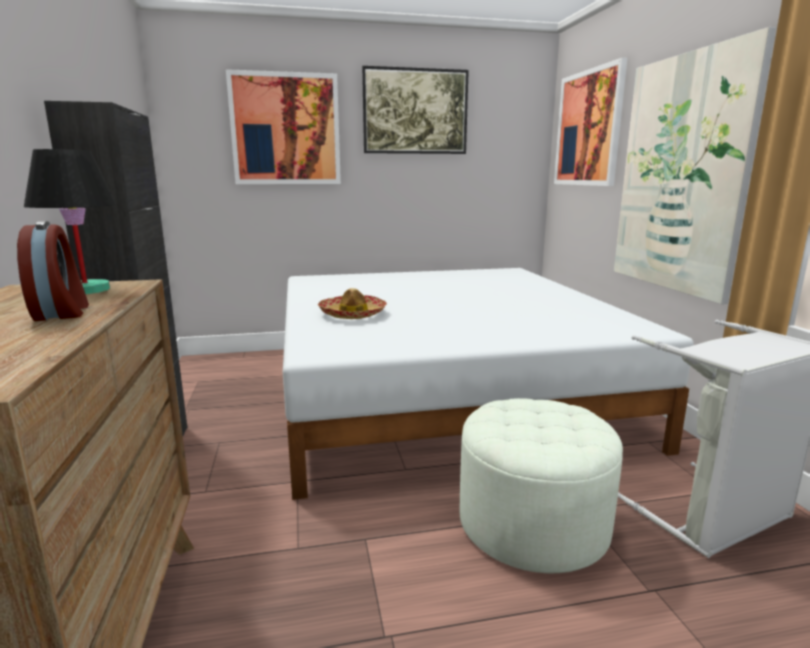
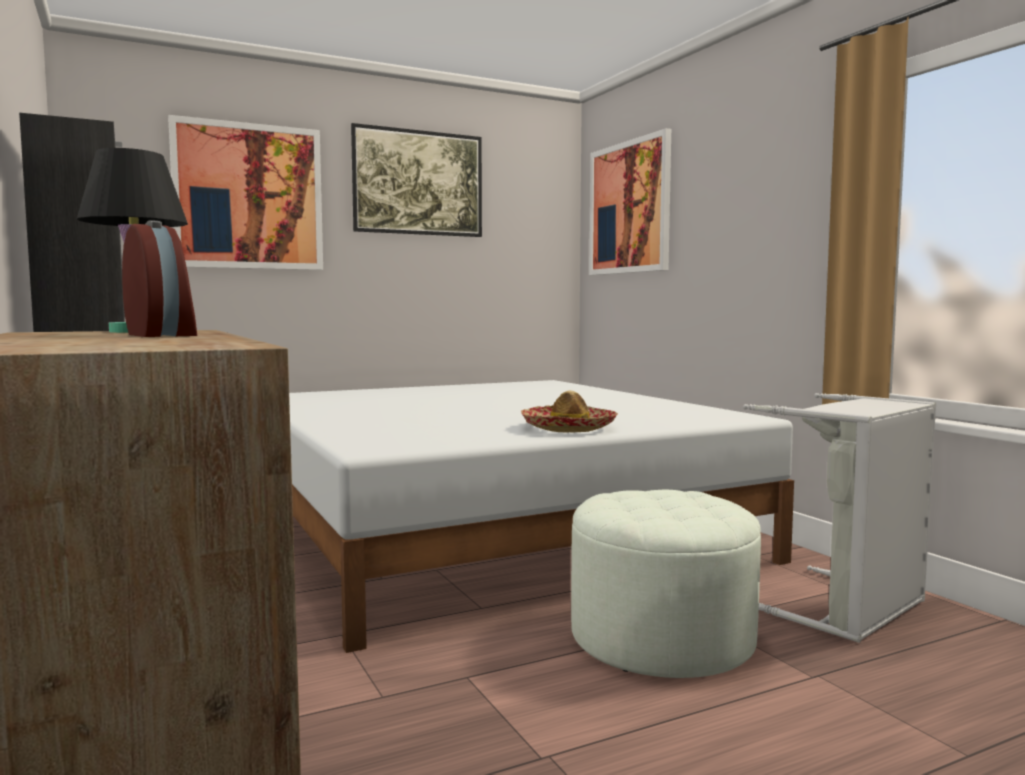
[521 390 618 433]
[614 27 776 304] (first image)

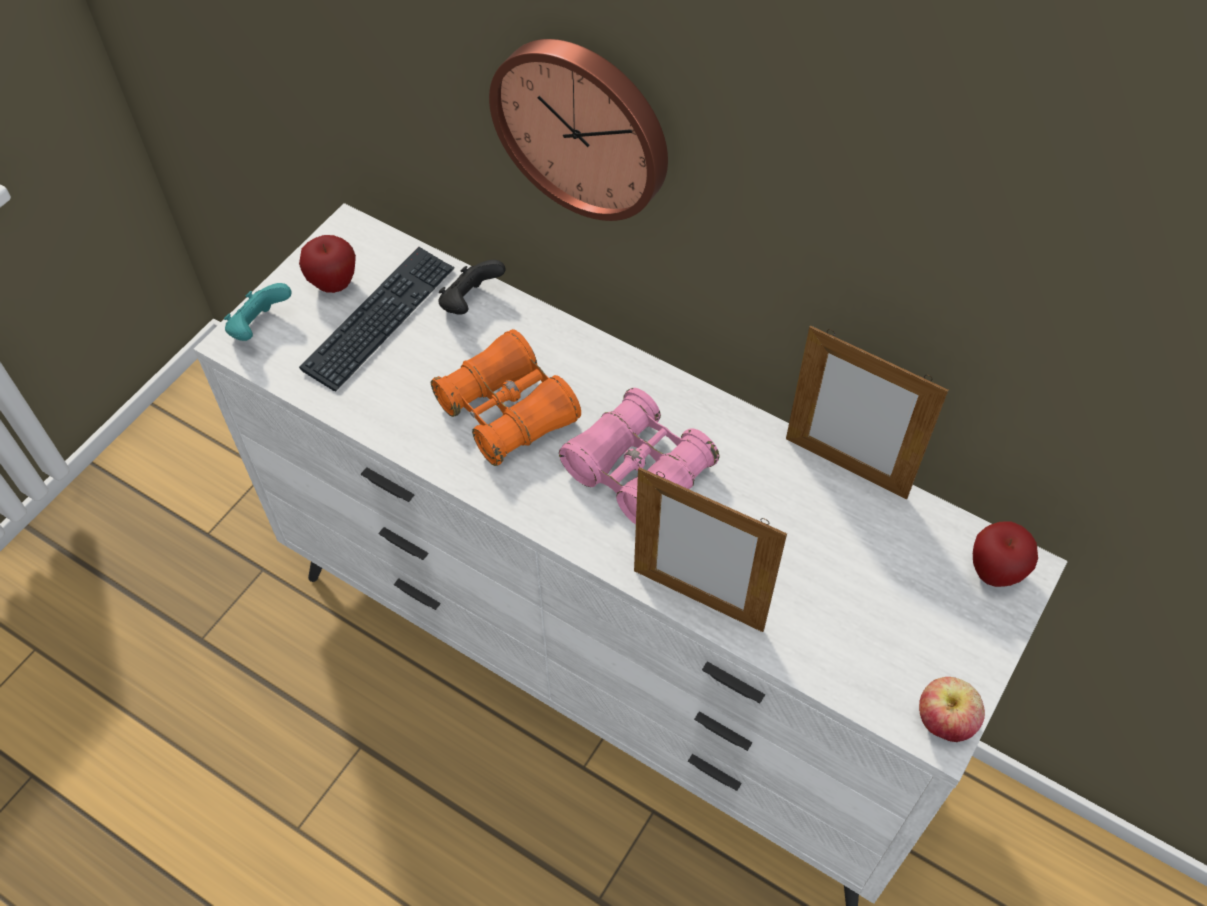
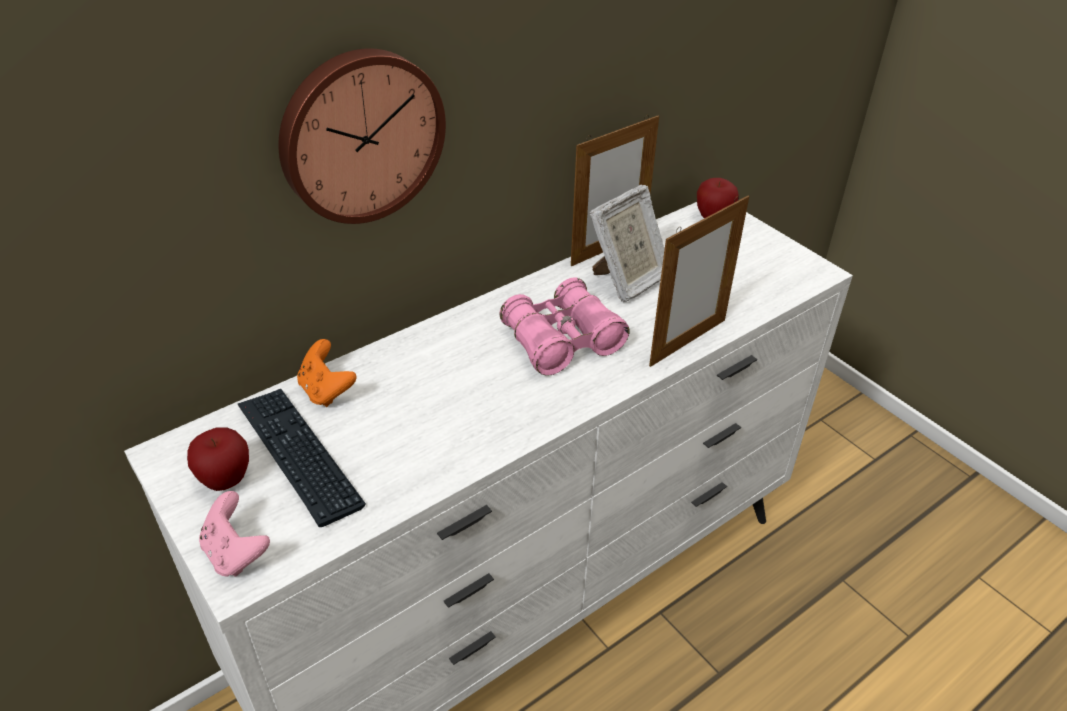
[199 491 270 577]
[431 329 581 466] (first image)
[297 339 357 407]
[919 677 985 742] (first image)
[589 184 665 302]

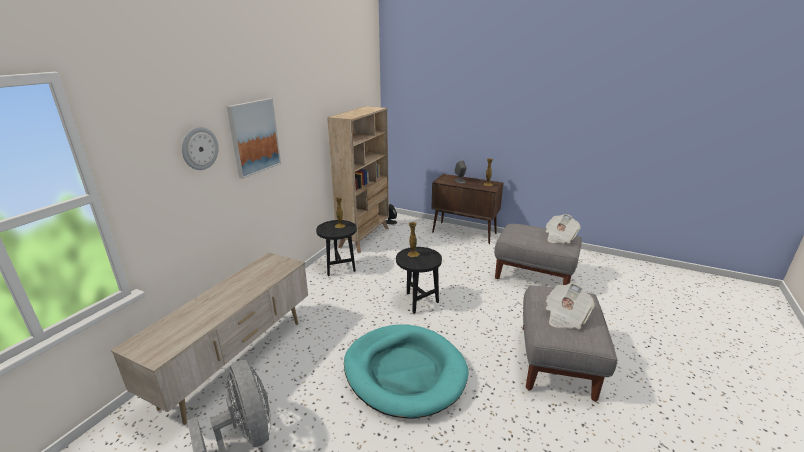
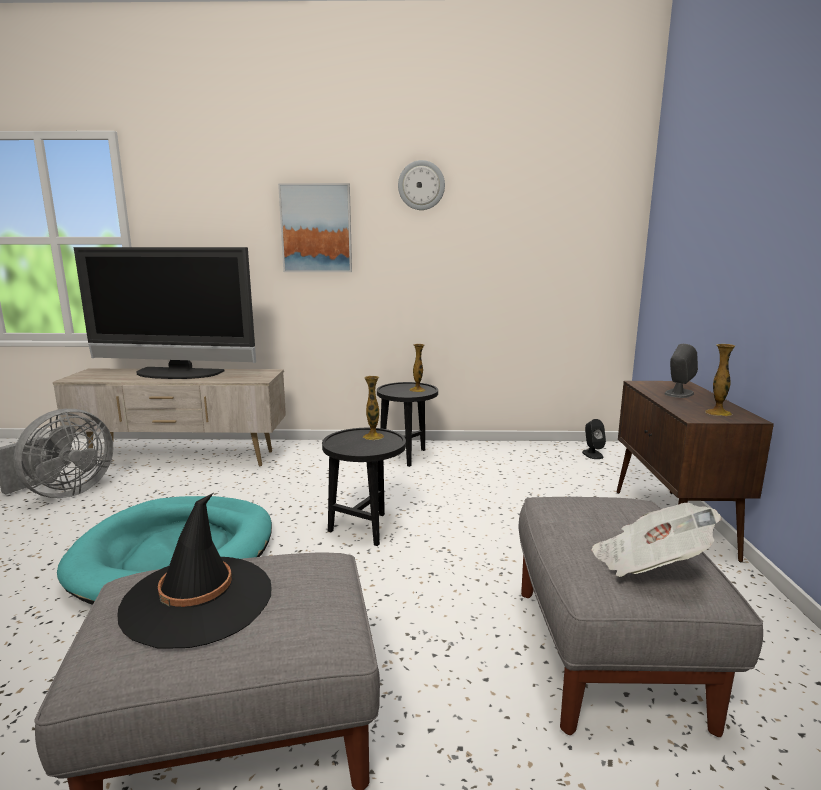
[398 160 445 210]
[327 106 389 253] (first image)
[117 493 271 648]
[74 247 256 379]

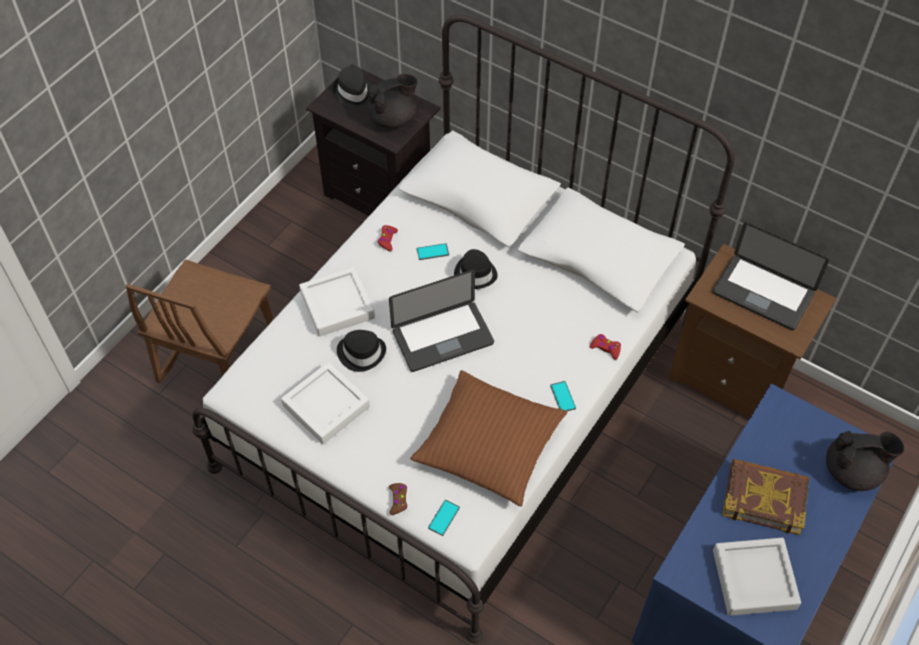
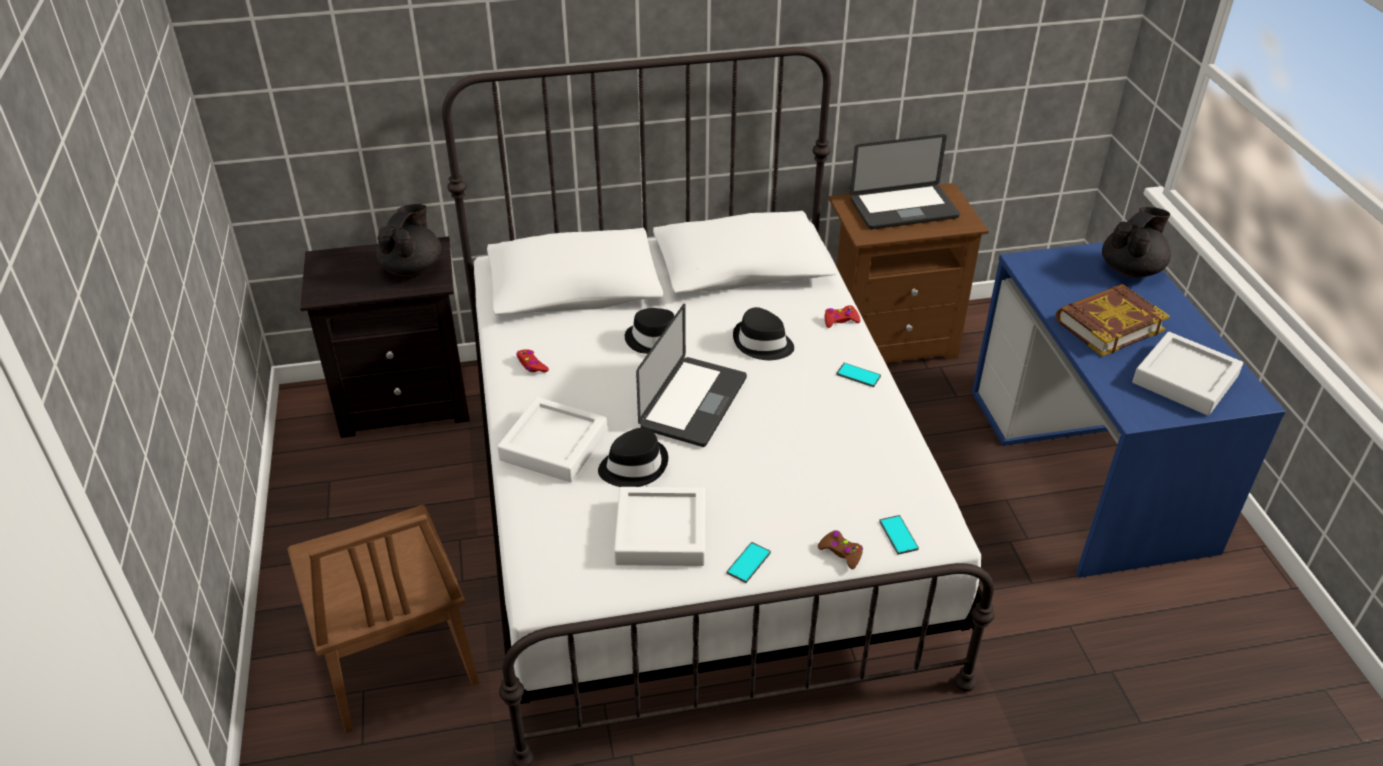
[733 307 794 360]
[410 370 567 507] (first image)
[727 542 771 583]

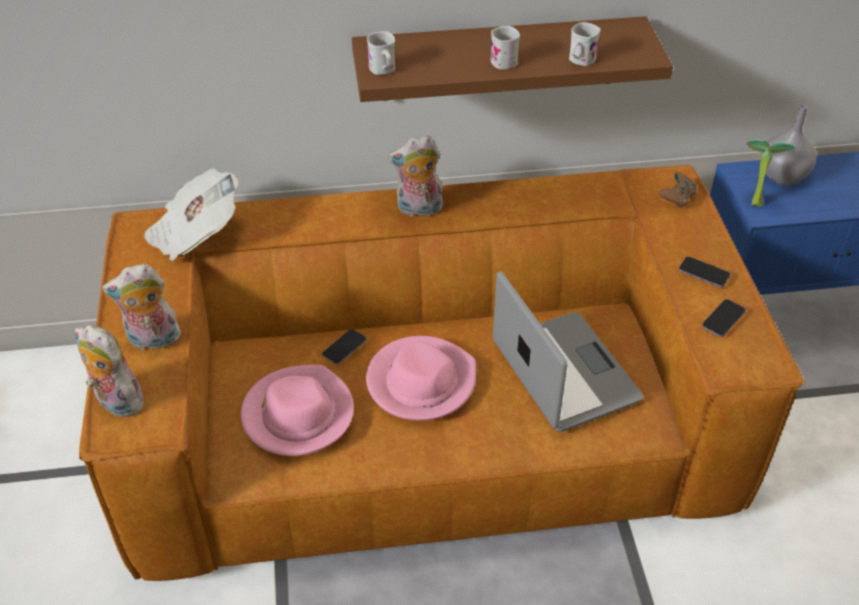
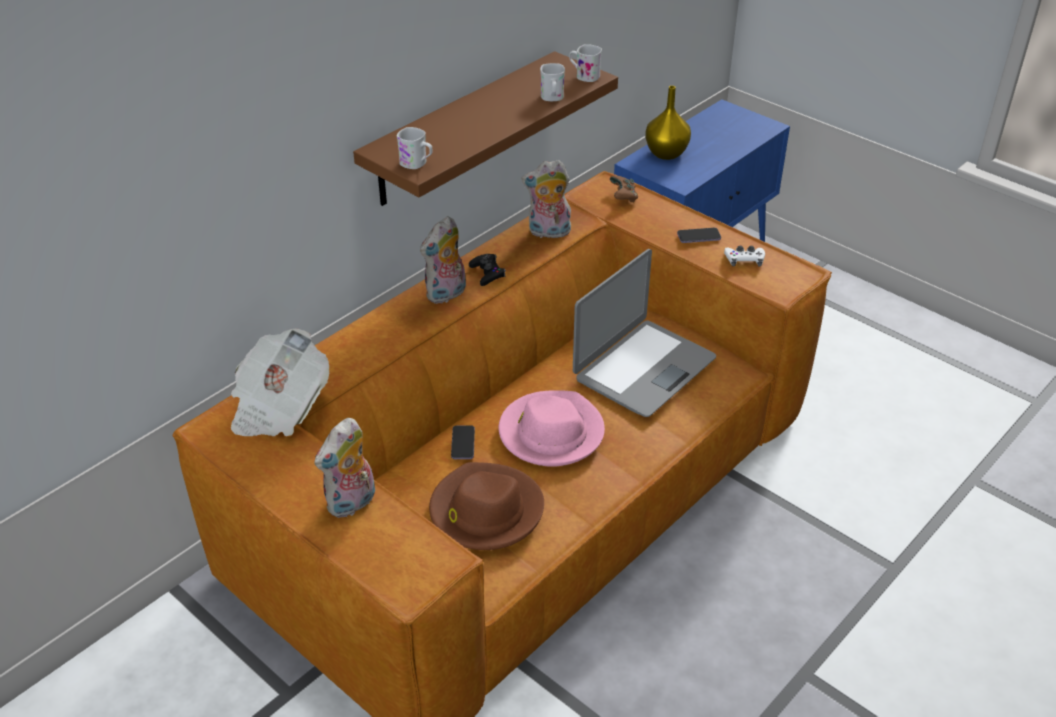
[522 160 573 238]
[429 462 544 550]
[569 44 602 82]
[573 249 716 417]
[724 246 765 266]
[747 139 795 207] (first image)
[645 86 691 160]
[469 254 506 286]

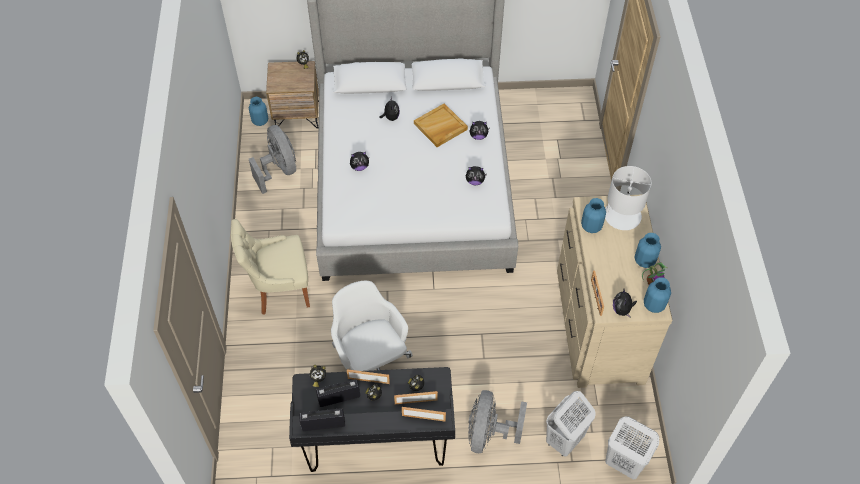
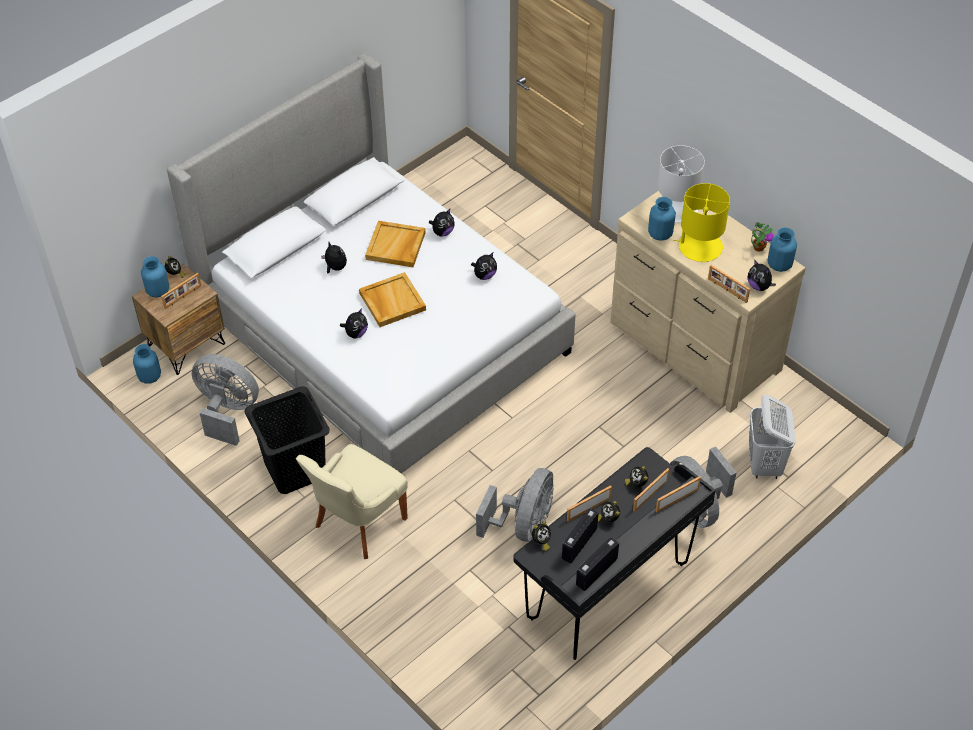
[476 468 554 542]
[605 416 659 480] (first image)
[141 256 170 298]
[161 273 201 309]
[244 386 330 494]
[359 272 426 327]
[673 183 730 262]

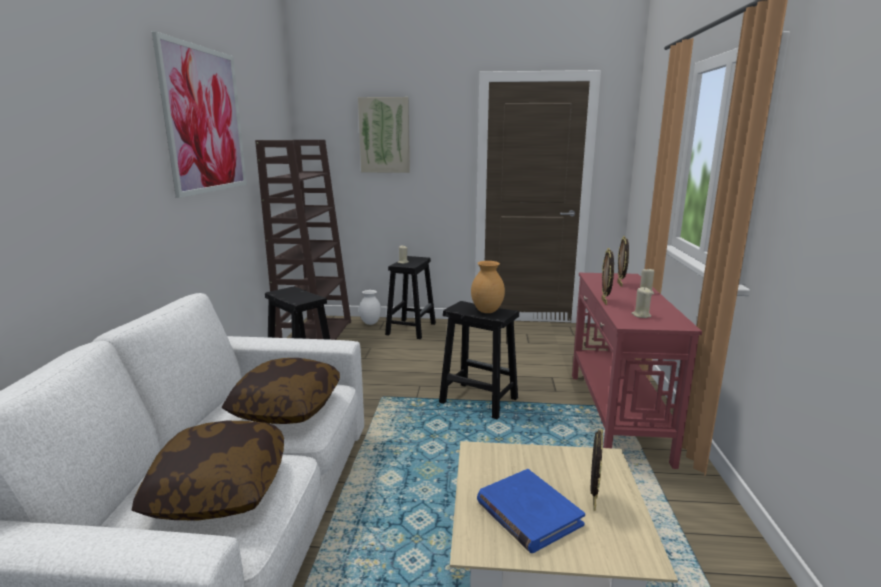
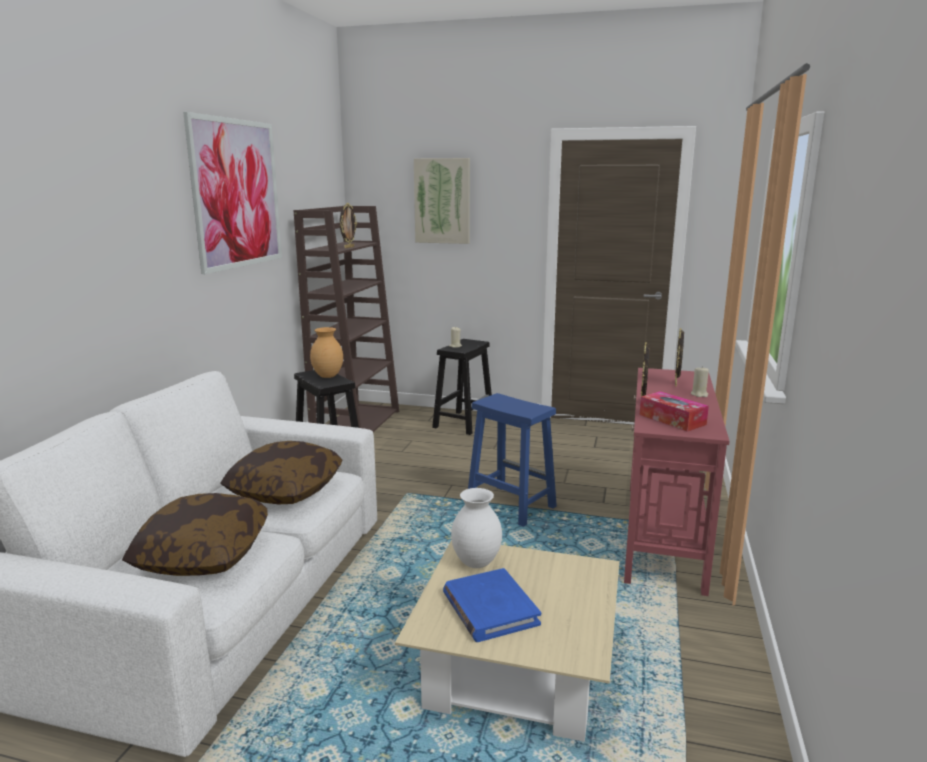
[451 488 502 568]
[468 393 557 527]
[310 327 343 378]
[340 203 357 248]
[640 391 709 432]

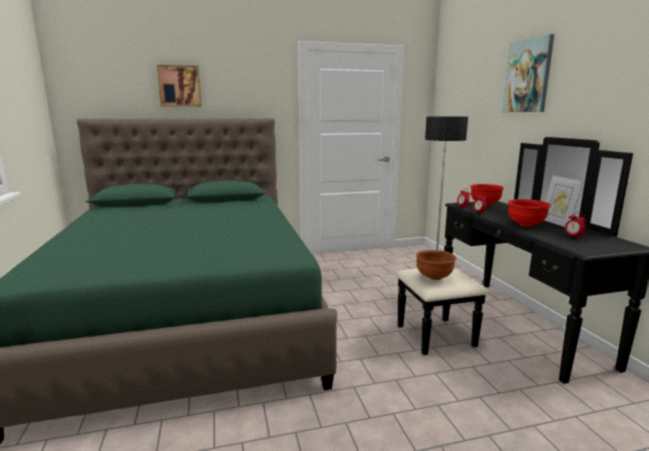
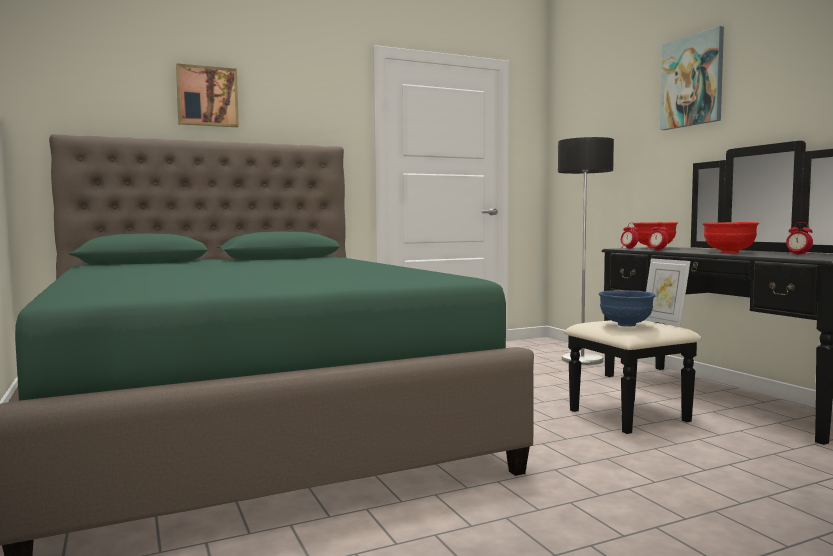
[599 290 656 327]
[645 258 691 327]

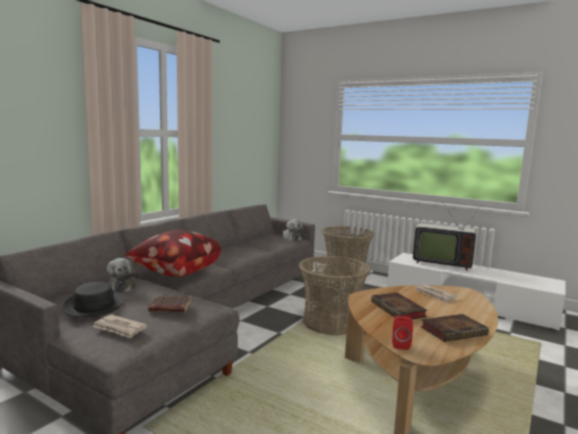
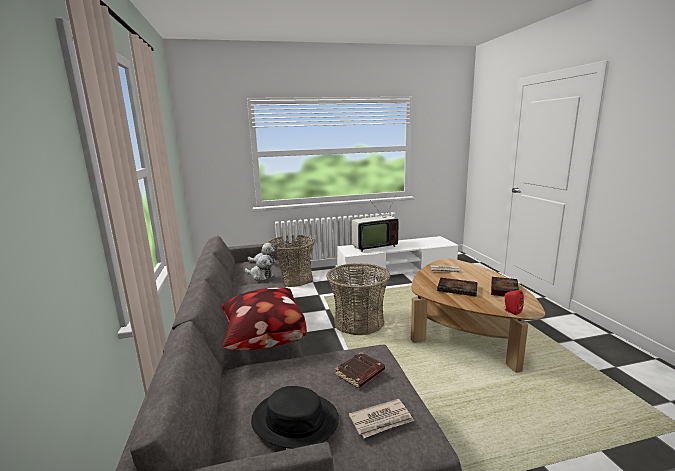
[245 255 274 280]

